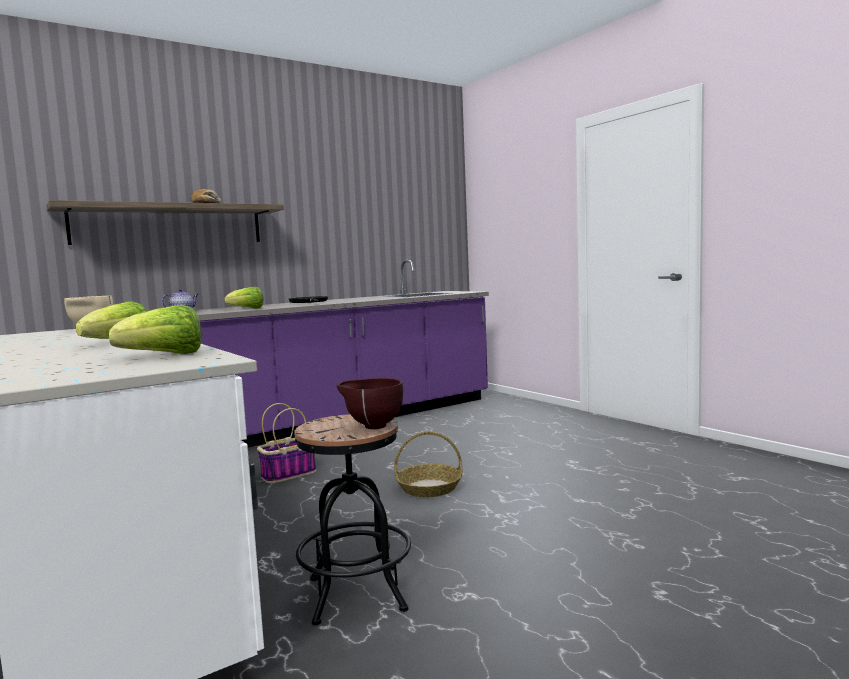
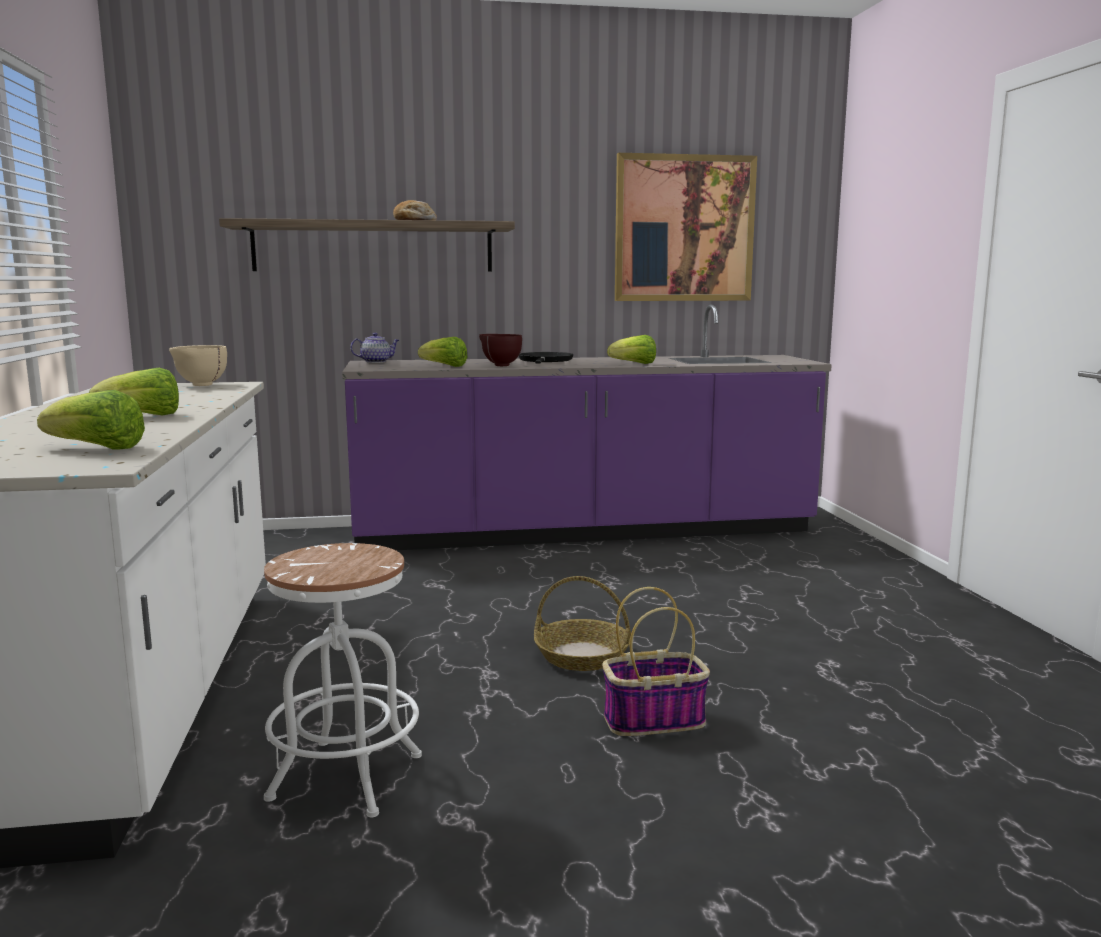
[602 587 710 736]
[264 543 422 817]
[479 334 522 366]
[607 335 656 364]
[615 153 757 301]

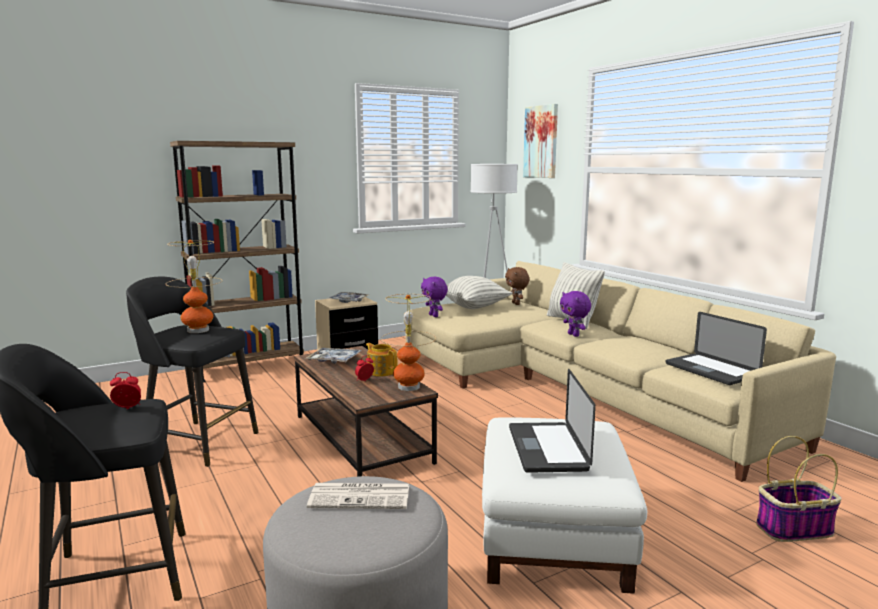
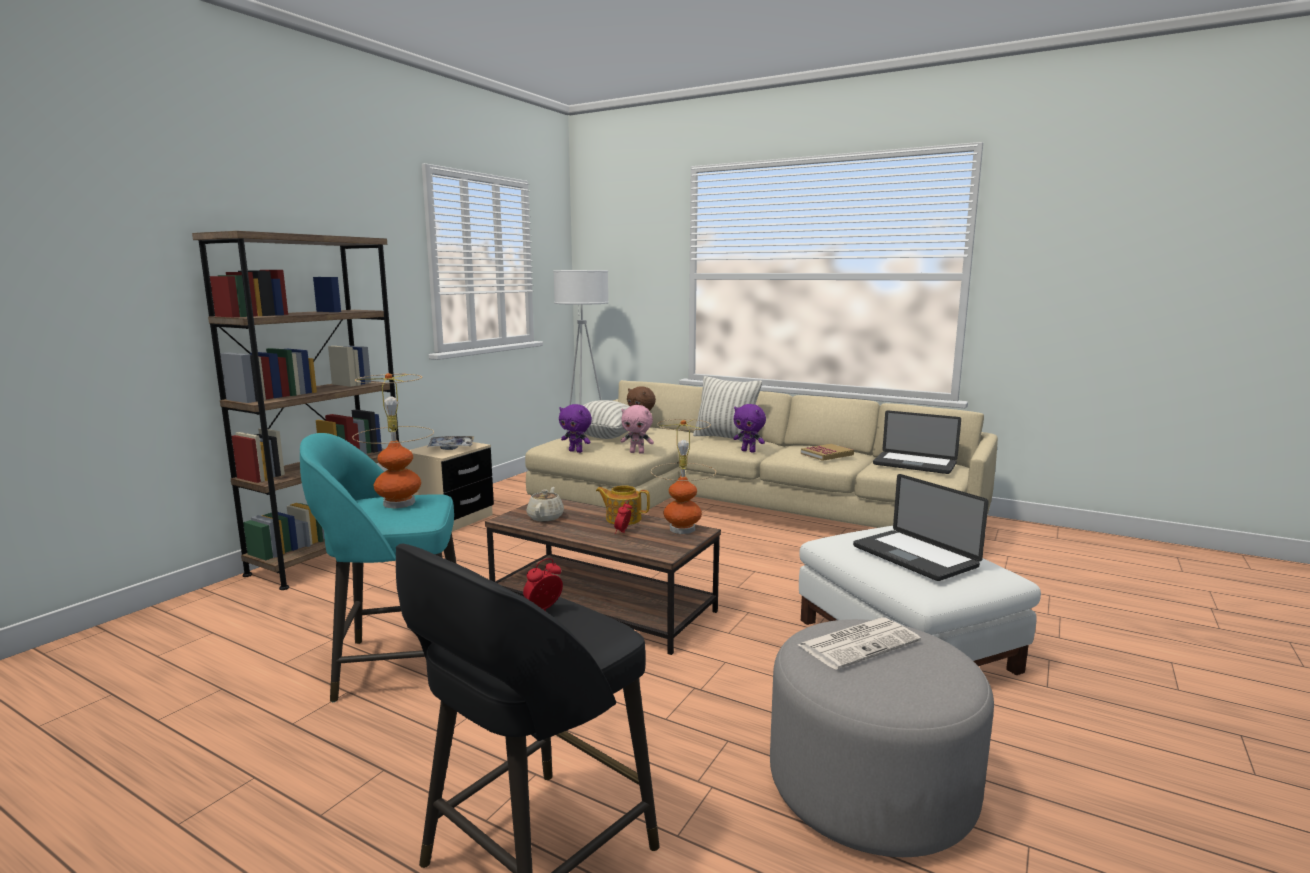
[300 433 457 702]
[526 487 564 522]
[523 104 558 178] (first image)
[756 436 842 542] (first image)
[621 405 654 454]
[801 444 854 461]

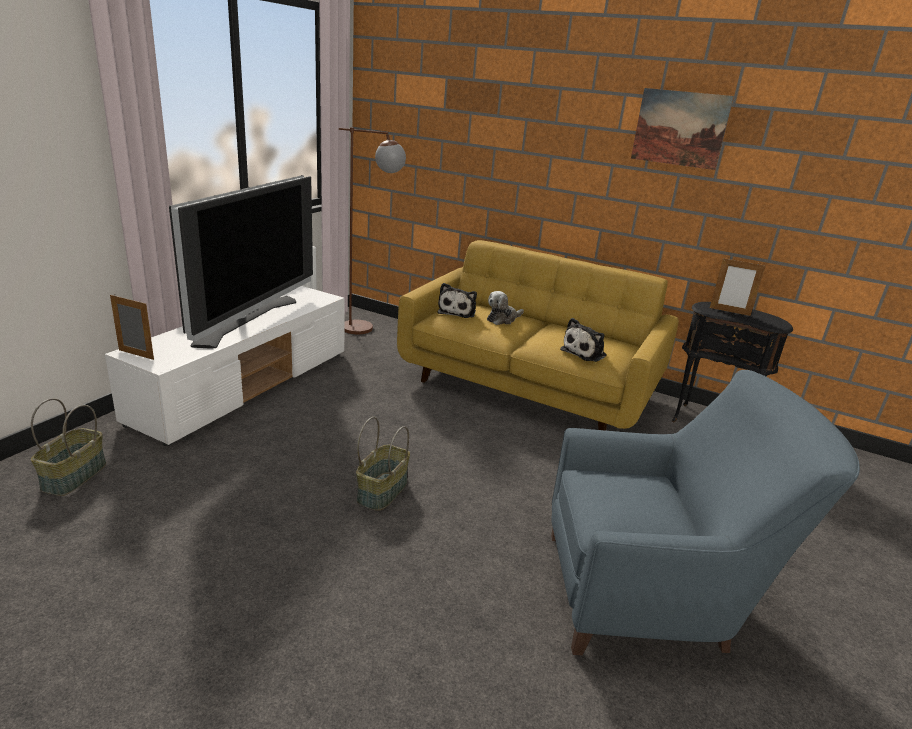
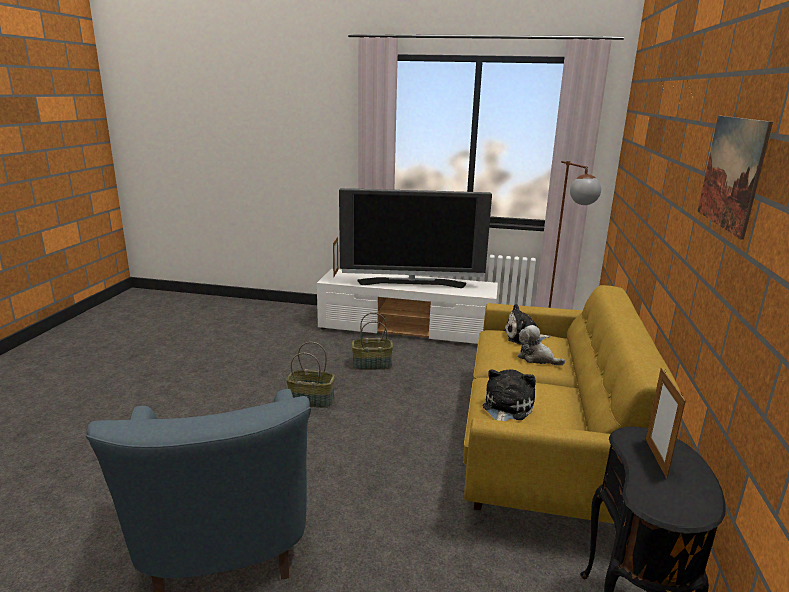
[352 313 393 370]
[483 369 536 421]

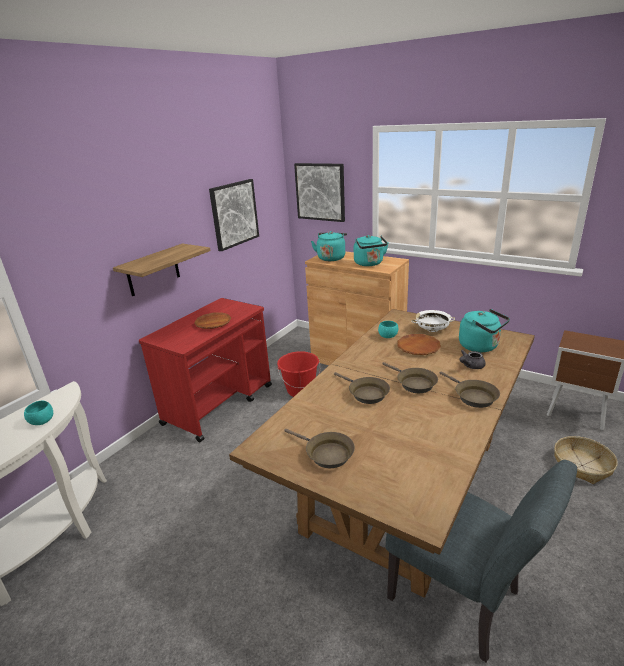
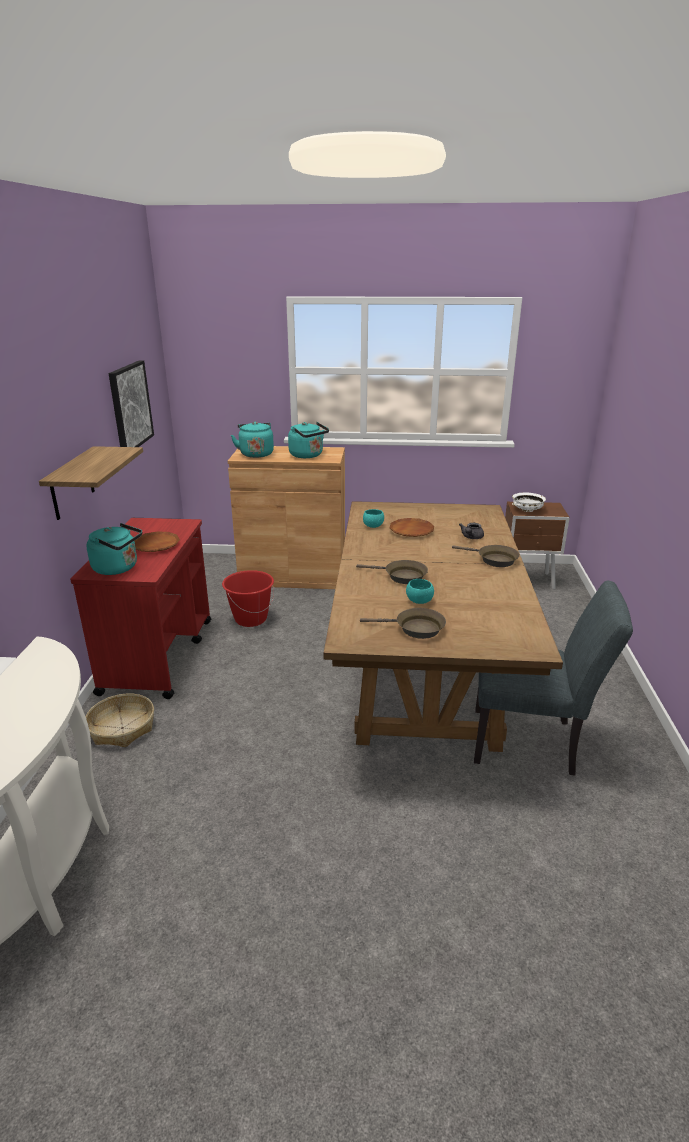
[406 579 434 604]
[294 163 345 222] (first image)
[382 362 438 393] (first image)
[512 493 546 512]
[87 523 142 575]
[86 693 154 747]

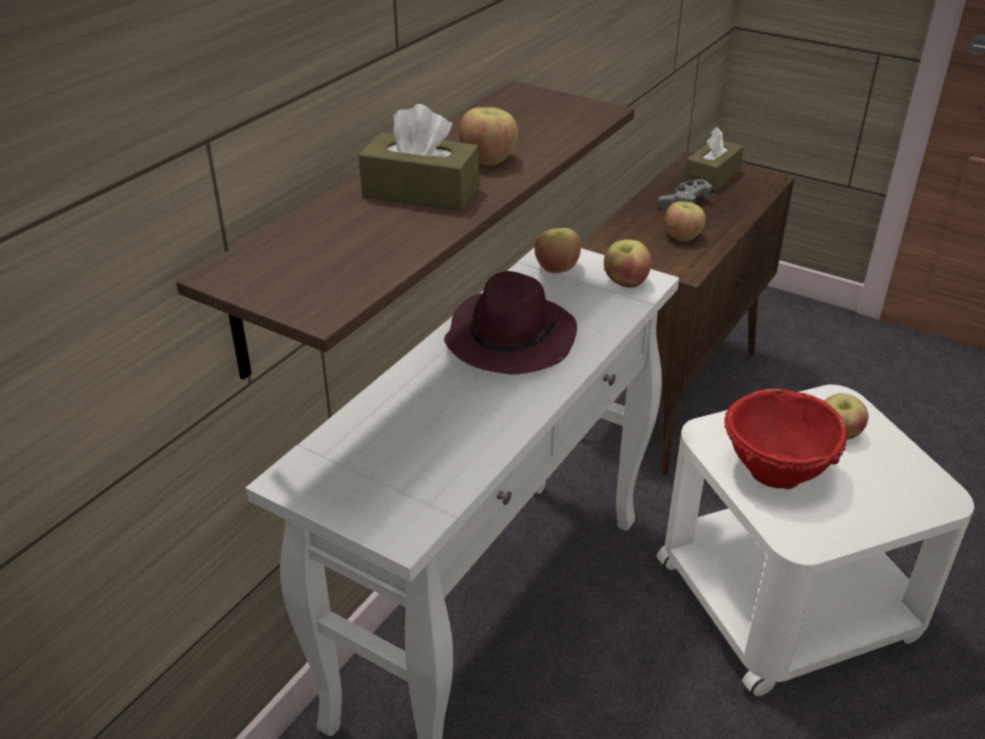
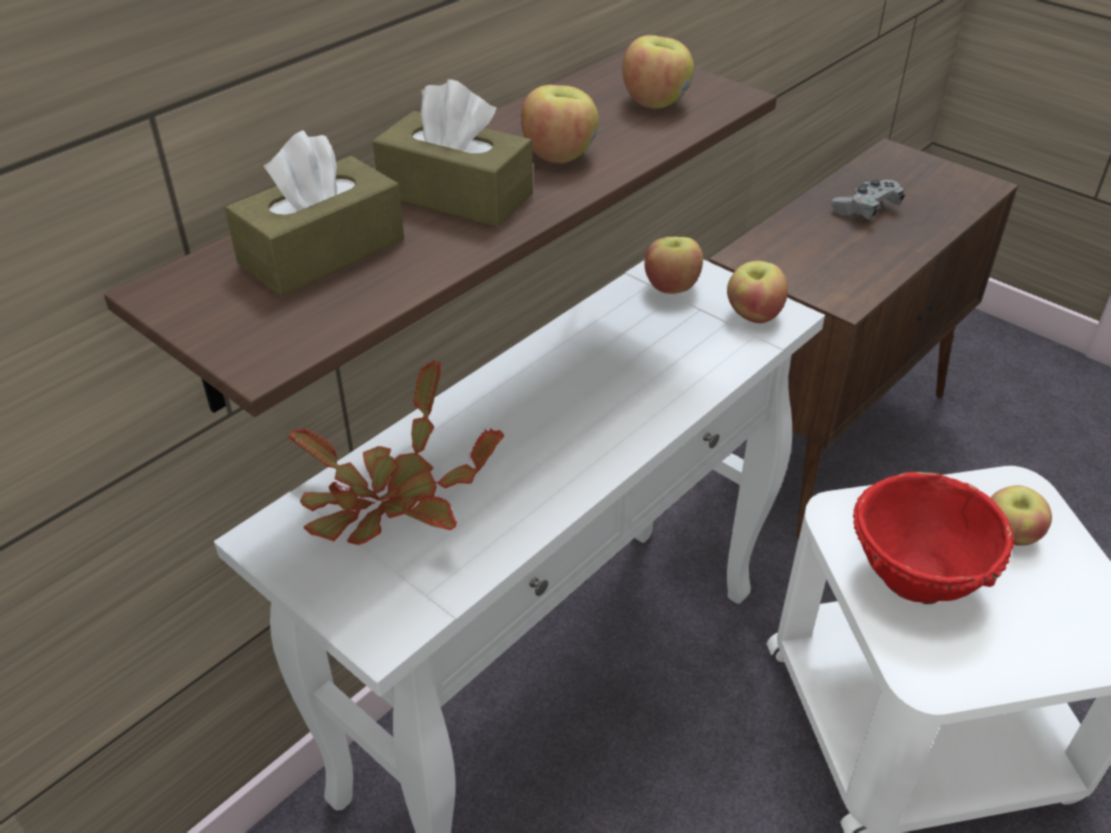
[444 271 577 375] (first image)
[623 35 694 109]
[225 130 404 296]
[288 361 504 545]

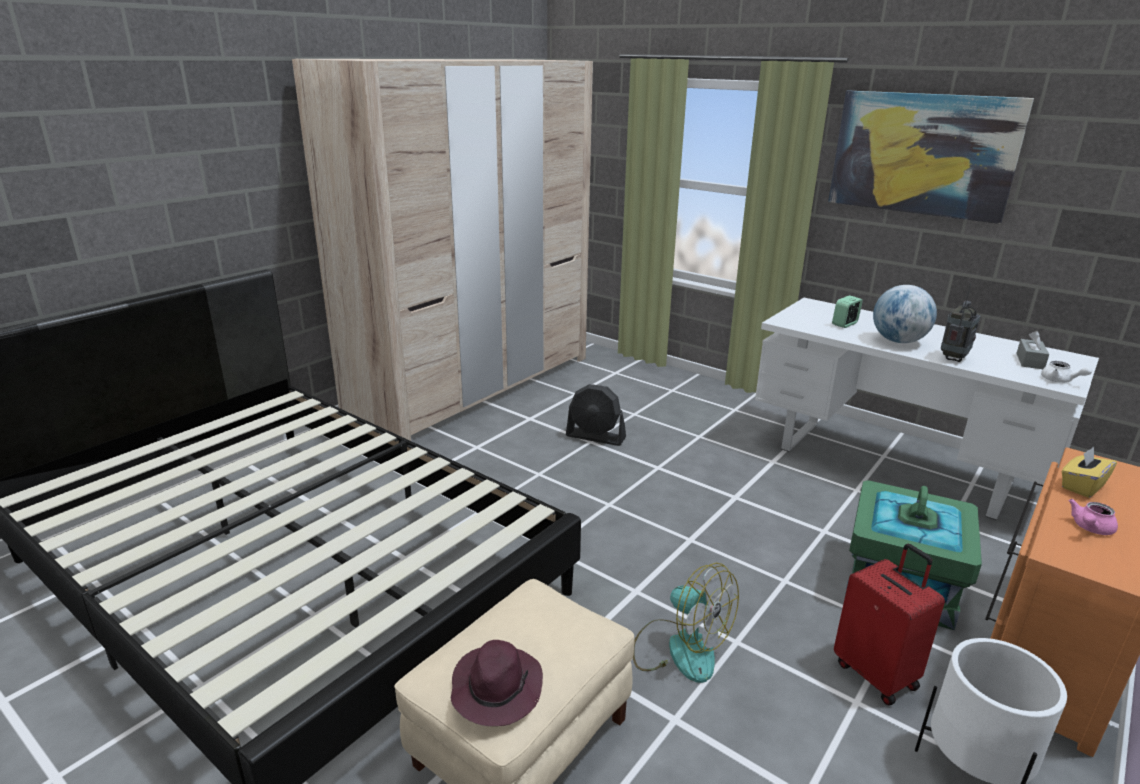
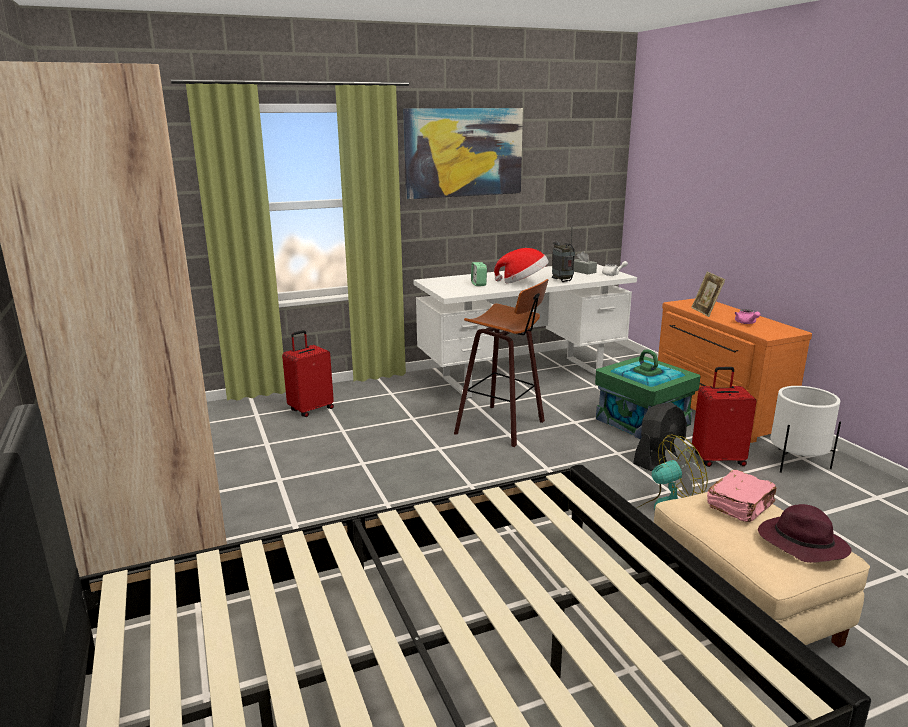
[633 402 687 471]
[494 248 549 283]
[691 272 725 317]
[282 330 334 417]
[454 279 549 447]
[707 470 777 522]

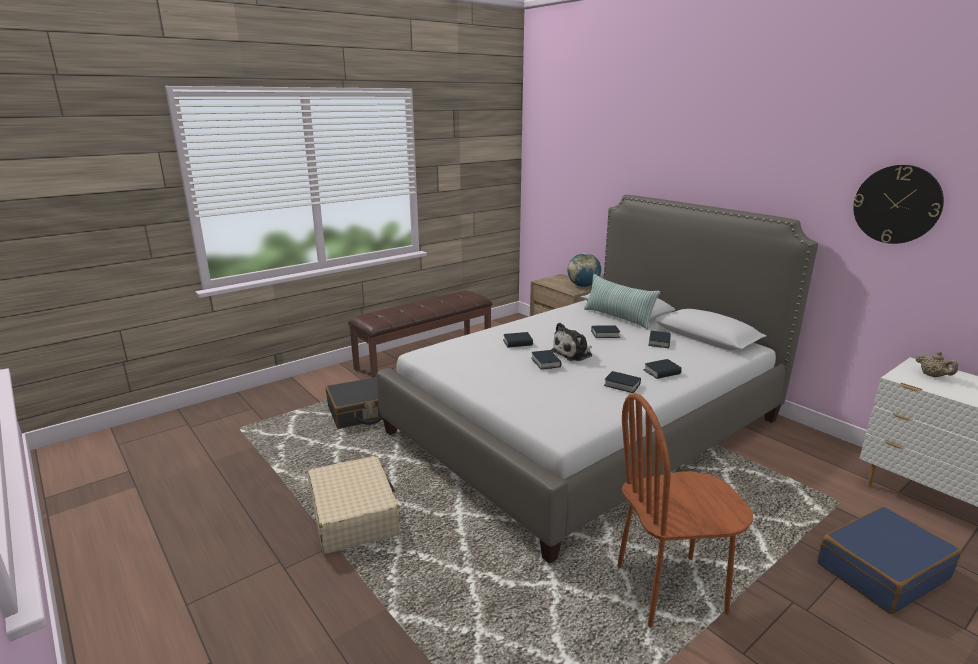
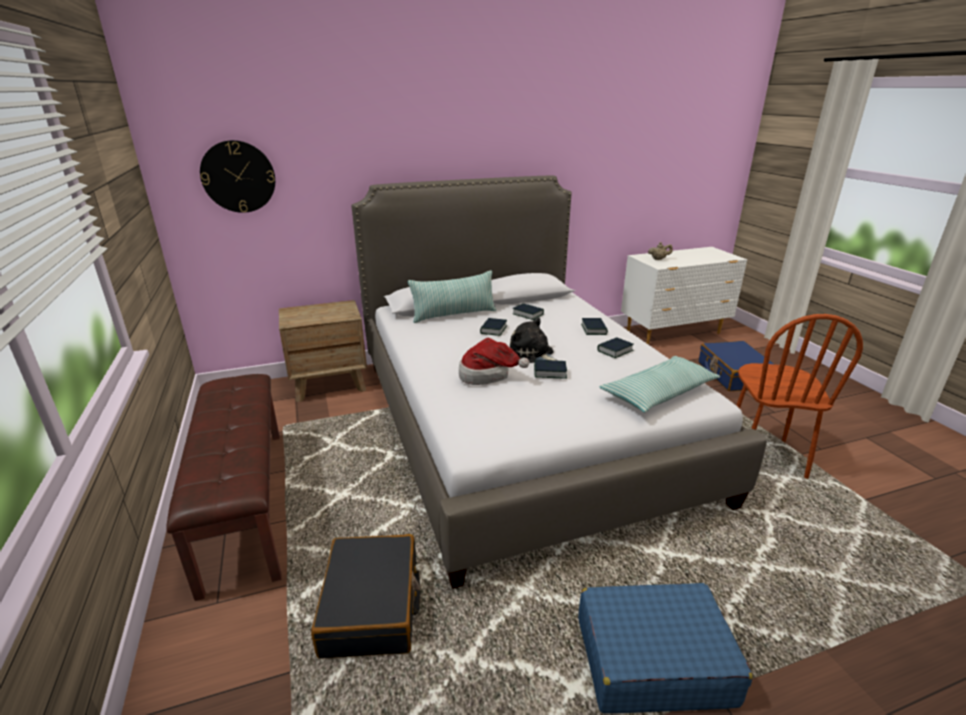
[578 583 753 714]
[459 338 529 385]
[510 317 558 363]
[567 253 601 287] (first image)
[200 140 275 213]
[599 356 721 412]

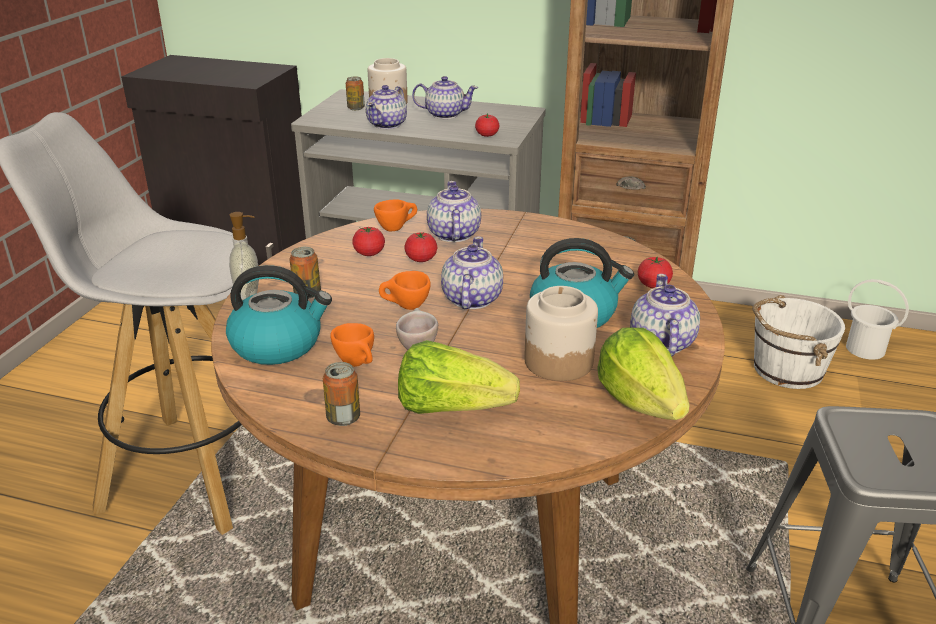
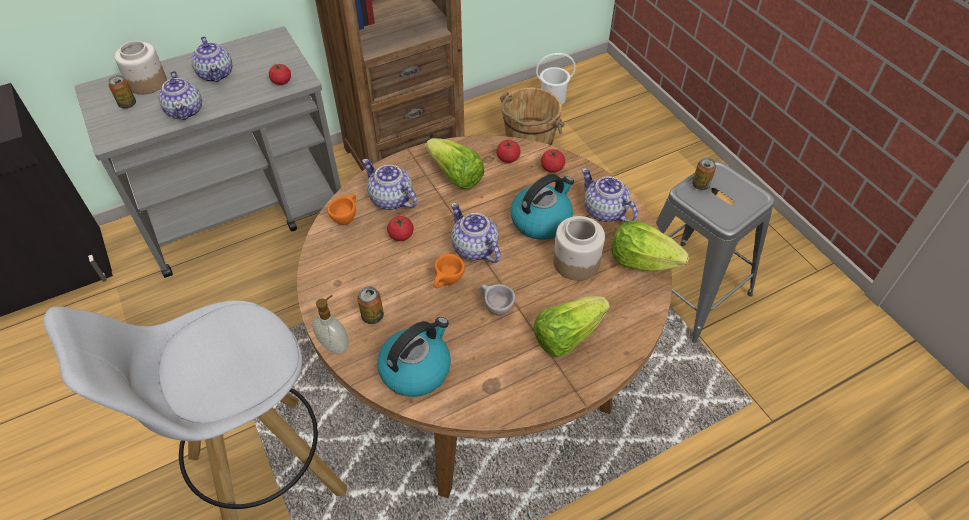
[692 158 716 190]
[330 323 374 367] (first image)
[496 140 521 163]
[191 36 232 82]
[500 88 565 145]
[425 138 484 190]

